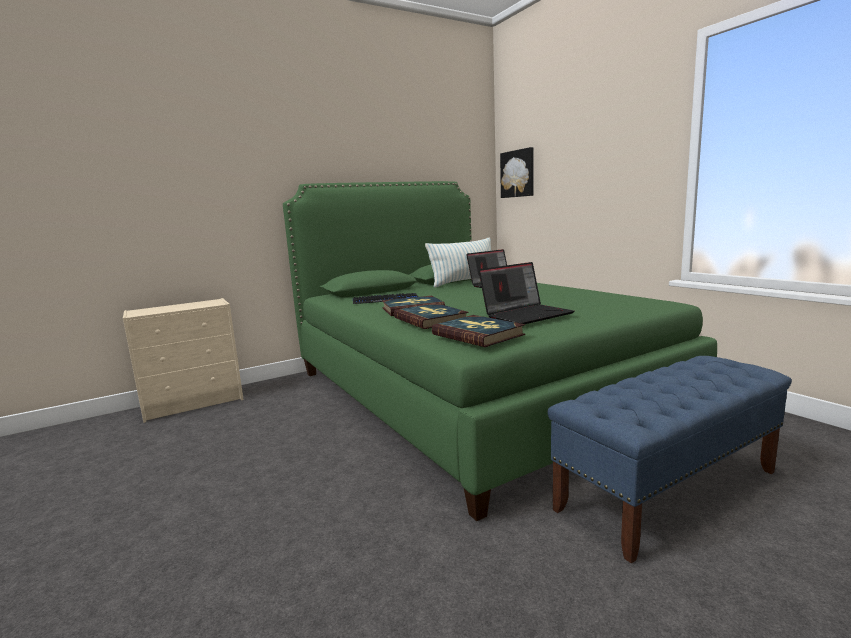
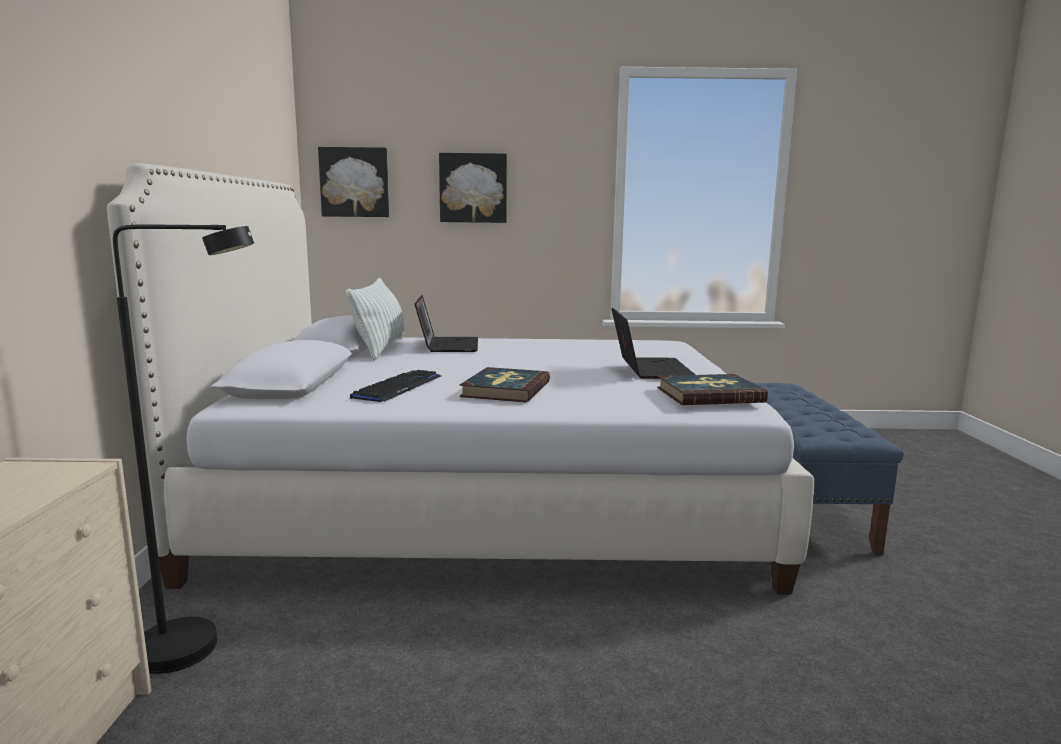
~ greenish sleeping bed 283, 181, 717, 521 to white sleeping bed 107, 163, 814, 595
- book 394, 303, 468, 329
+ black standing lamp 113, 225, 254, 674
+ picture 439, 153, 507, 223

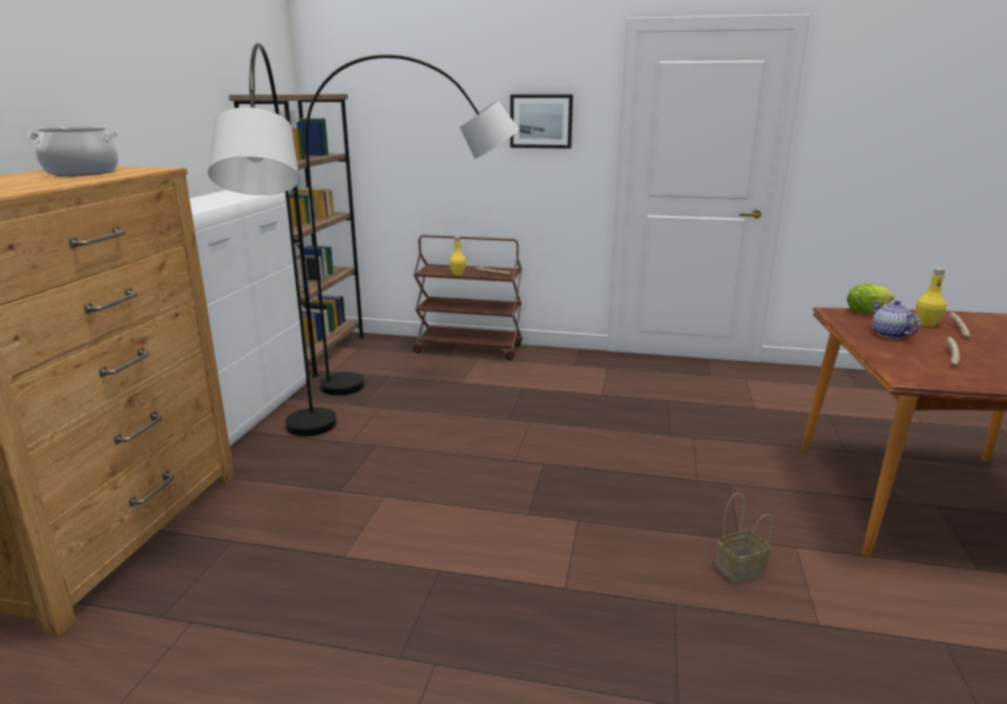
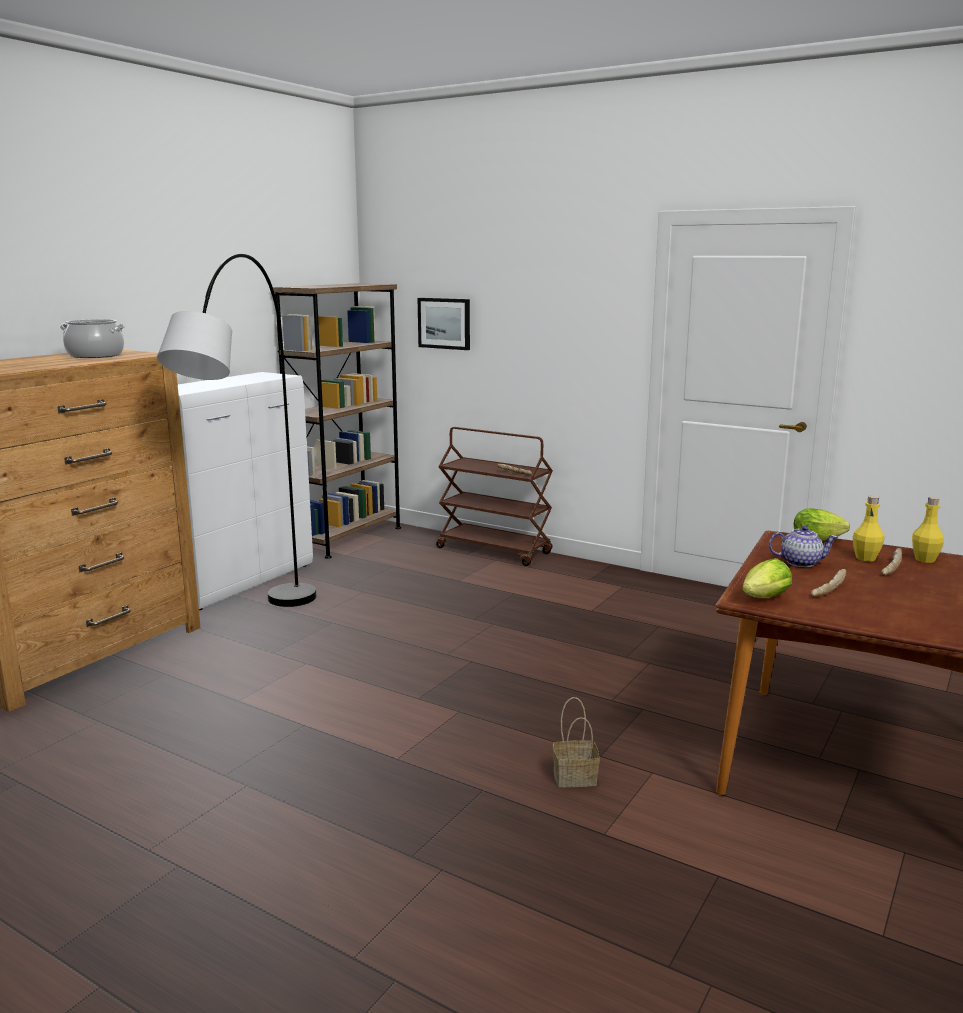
- gray standing lamp 305, 55, 520, 395
~ yellowish bottle 449, 236, 466, 275 to 912, 497, 944, 563
~ picture 510, 94, 573, 149 to 418, 298, 470, 350
~ teapot 872, 300, 920, 339 = 769, 526, 838, 567 90 degrees clockwise
+ lettuce head 742, 558, 792, 598

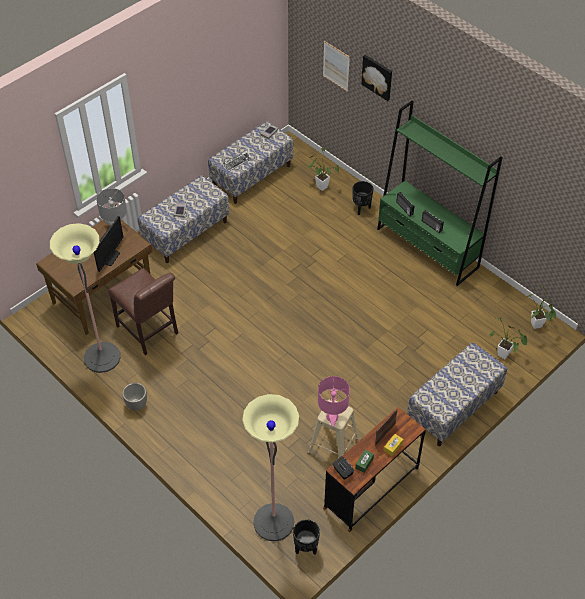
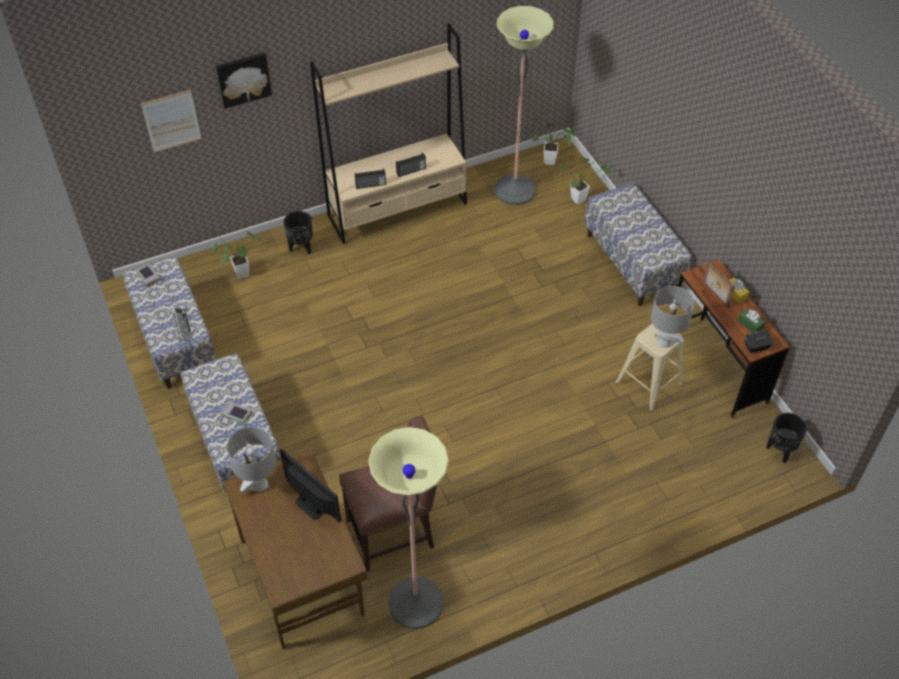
- planter 122, 383, 147, 411
~ standing lamp 242, 394, 299, 541 to 494, 6, 554, 205
~ pinkish tabletop lamp 318, 376, 350, 427 to gray tabletop lamp 651, 286, 695, 348
~ greenish bookshelf 377, 100, 503, 286 to beige bookshelf 310, 23, 467, 244

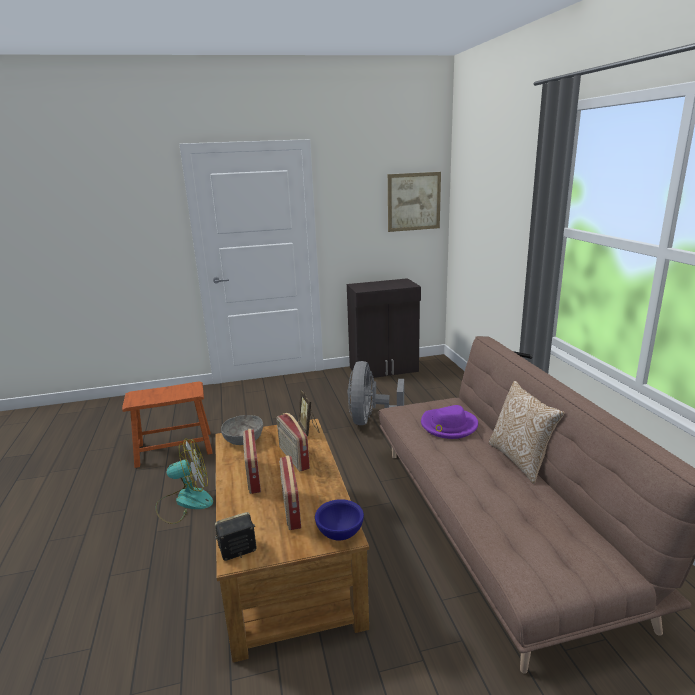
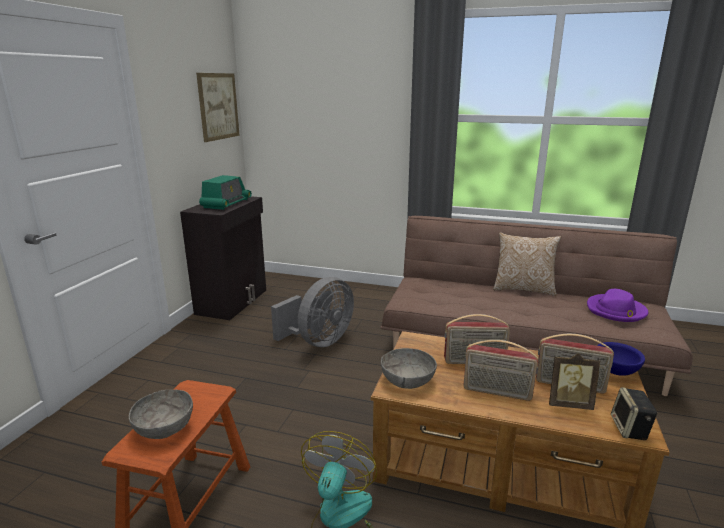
~ photo frame 298, 390, 320, 436 to 549, 353, 600, 410
~ gray electric fan 348, 361, 404, 425 = 271, 277, 354, 347 90 degrees counterclockwise
~ purplish wearable hat 421, 405, 478, 439 to 587, 289, 649, 322
+ gray bowl 129, 390, 193, 439
+ radio set 199, 175, 252, 210

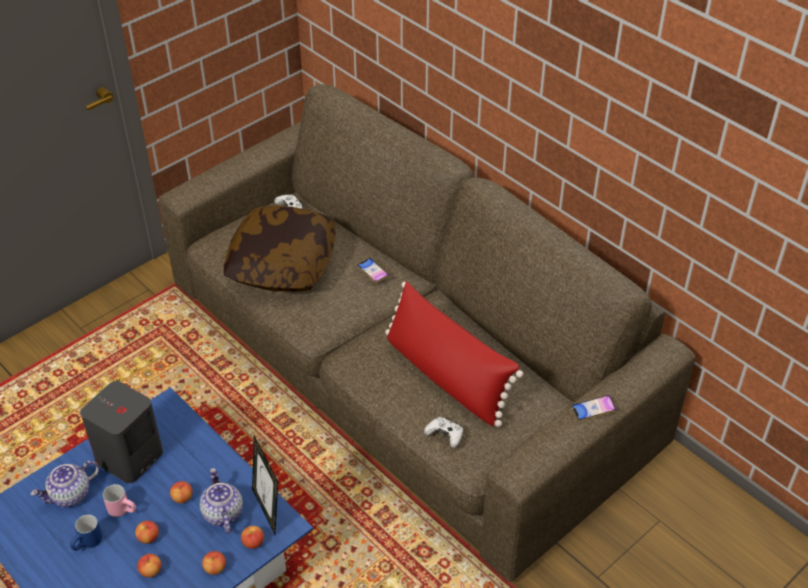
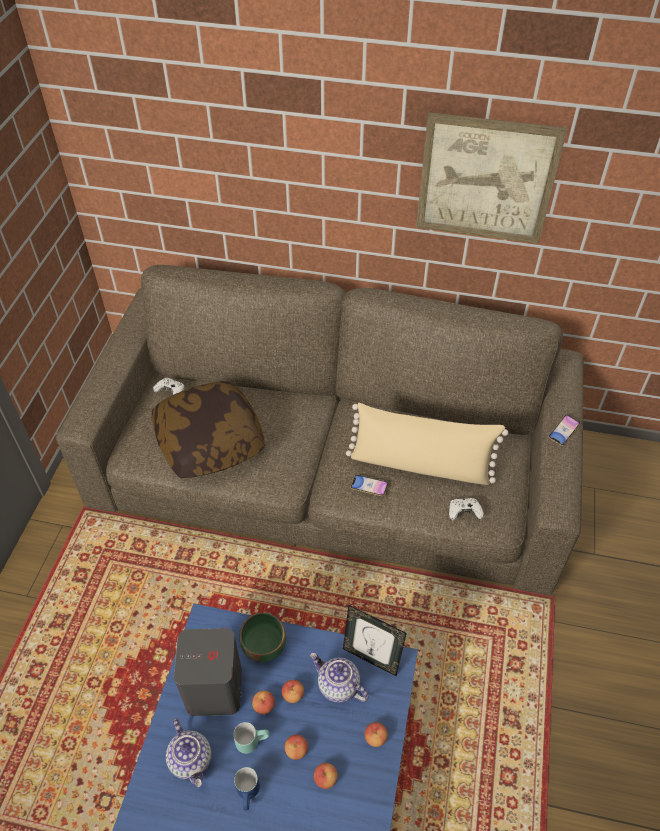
~ teapot 30, 460, 99, 507 = 166, 718, 212, 787 45 degrees counterclockwise
~ pinkish tea mug 103, 484, 136, 517 to blue-green tea mug 233, 722, 269, 754
~ whole apple 241, 526, 264, 549 to 252, 690, 275, 714
~ handset 357, 258, 389, 283 to 351, 474, 389, 497
~ reddish throw pillow 385, 281, 523, 427 to beige throw pillow 346, 403, 508, 485
+ greenish bowl 239, 612, 286, 662
+ picture 416, 112, 567, 244

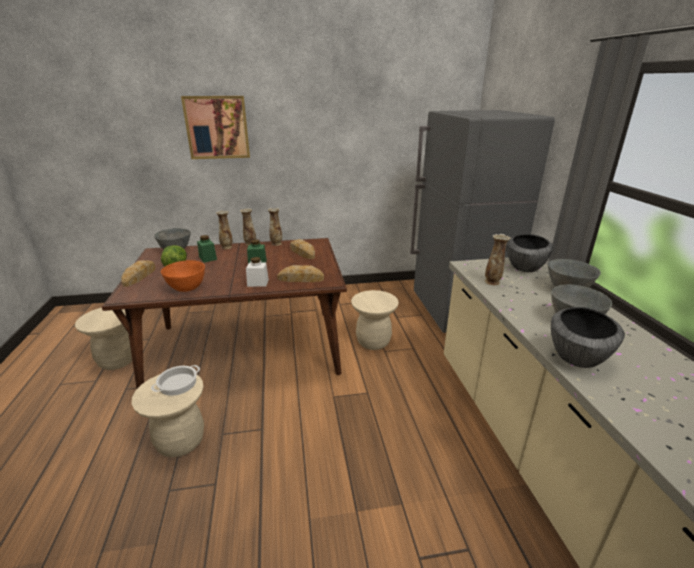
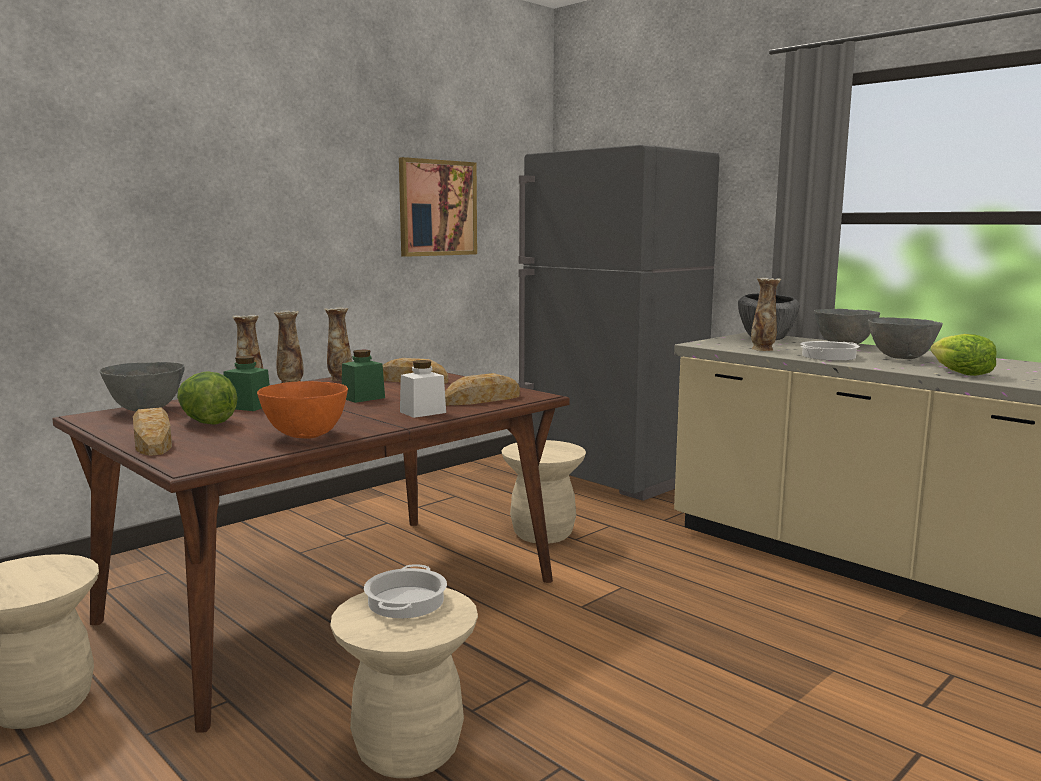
~ picture 181, 96, 250, 159 to 399, 157, 477, 257
~ bowl 551, 307, 625, 368 to lettuce head 931, 334, 997, 376
+ cooking pot 800, 341, 860, 361

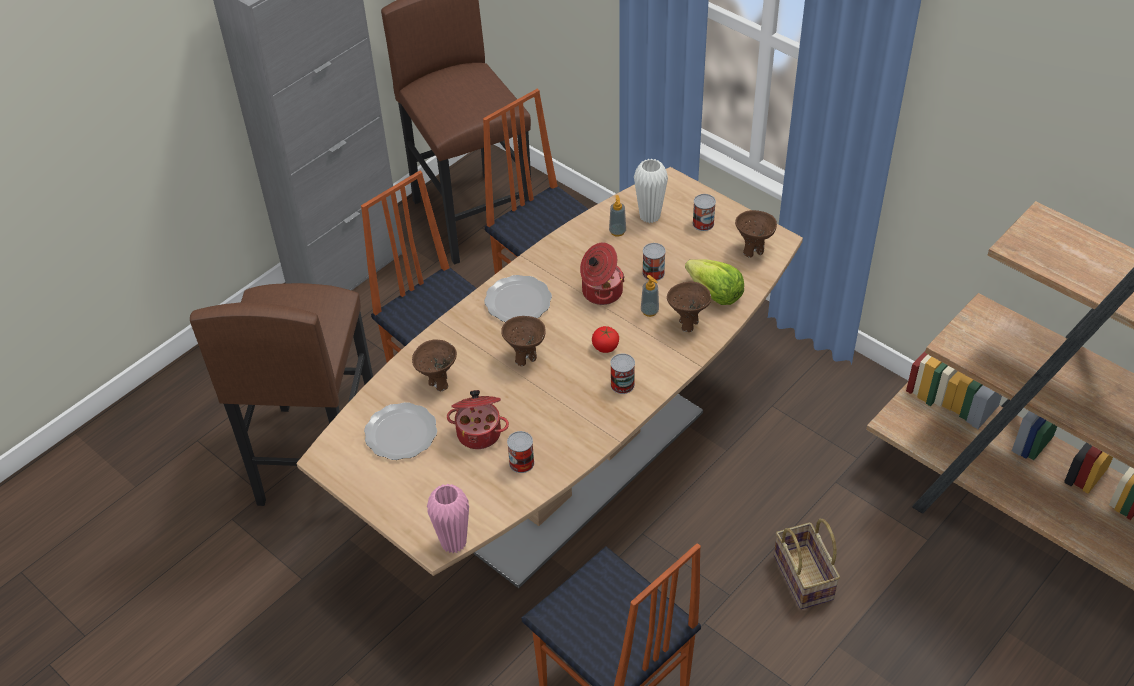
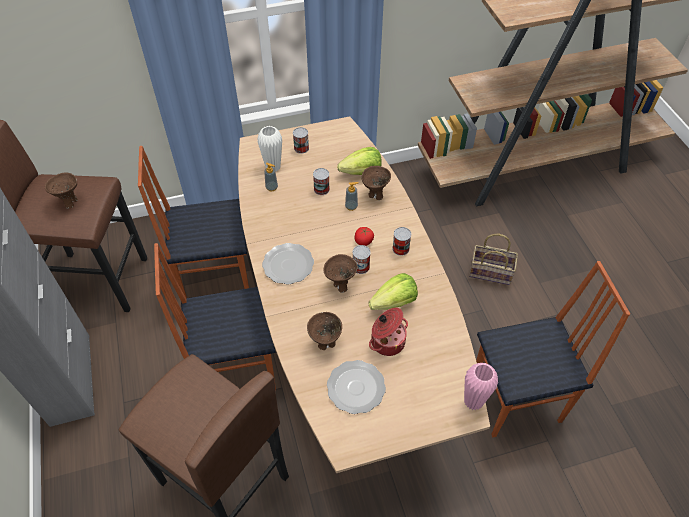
~ metal can 507, 431, 534, 473 to 353, 245, 371, 274
- cooking pot 580, 243, 625, 305
~ brown bowl 735, 210, 777, 258 to 45, 172, 78, 208
+ lettuce head 368, 273, 418, 310

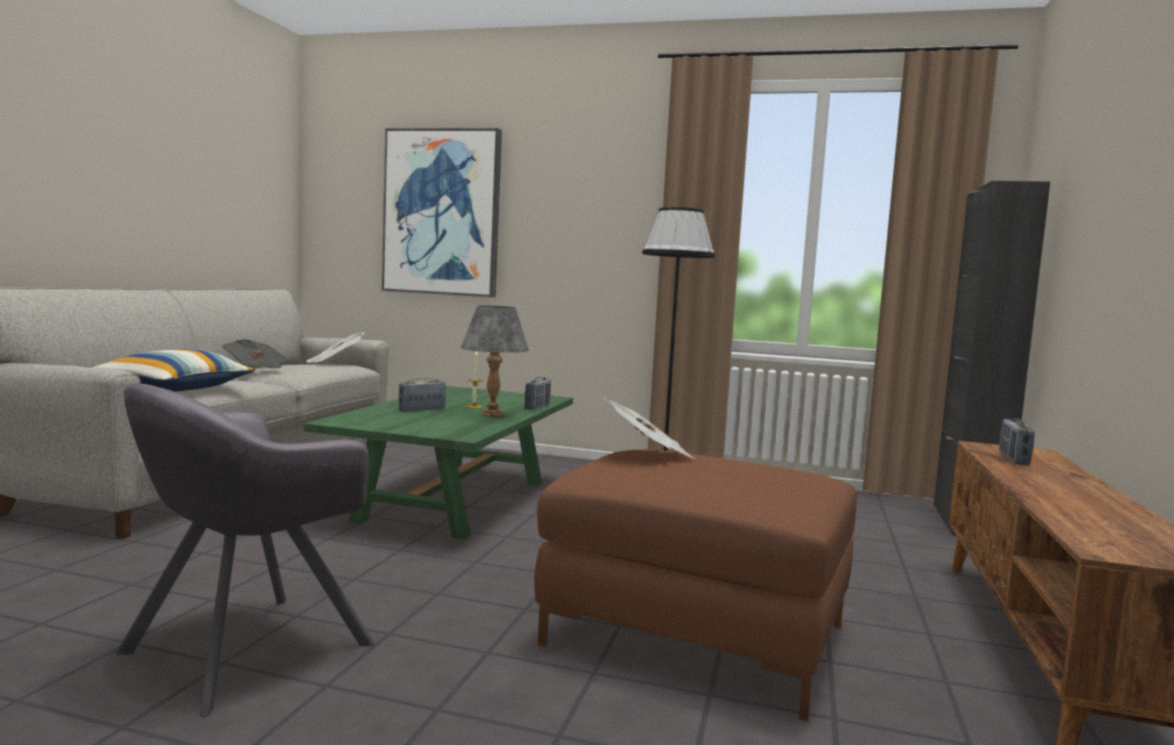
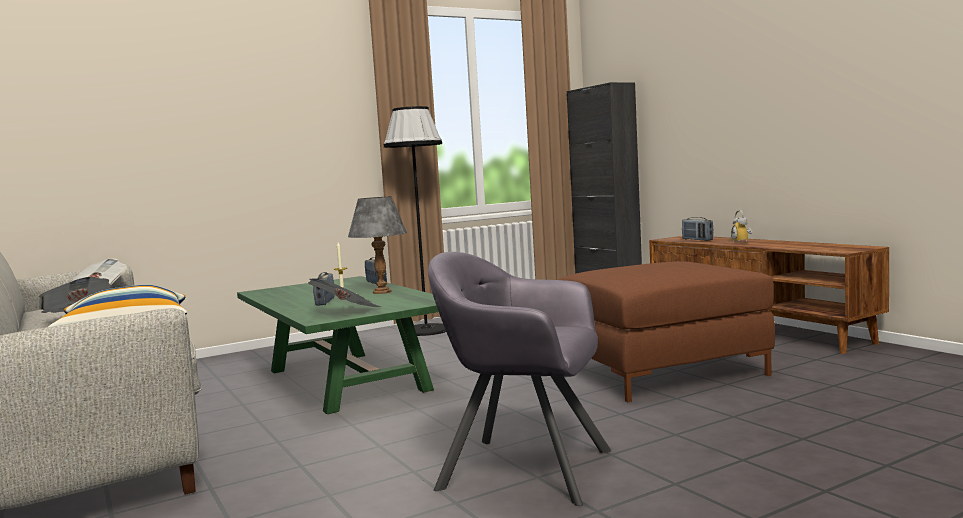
~ gray armchair 116, 384, 375, 717 = 428, 252, 611, 506 120 degrees clockwise
- picture 382, 128, 502, 297
~ printed paper 604, 398, 697, 460 to 308, 279, 382, 307
+ bedside clock 731, 210, 752, 242

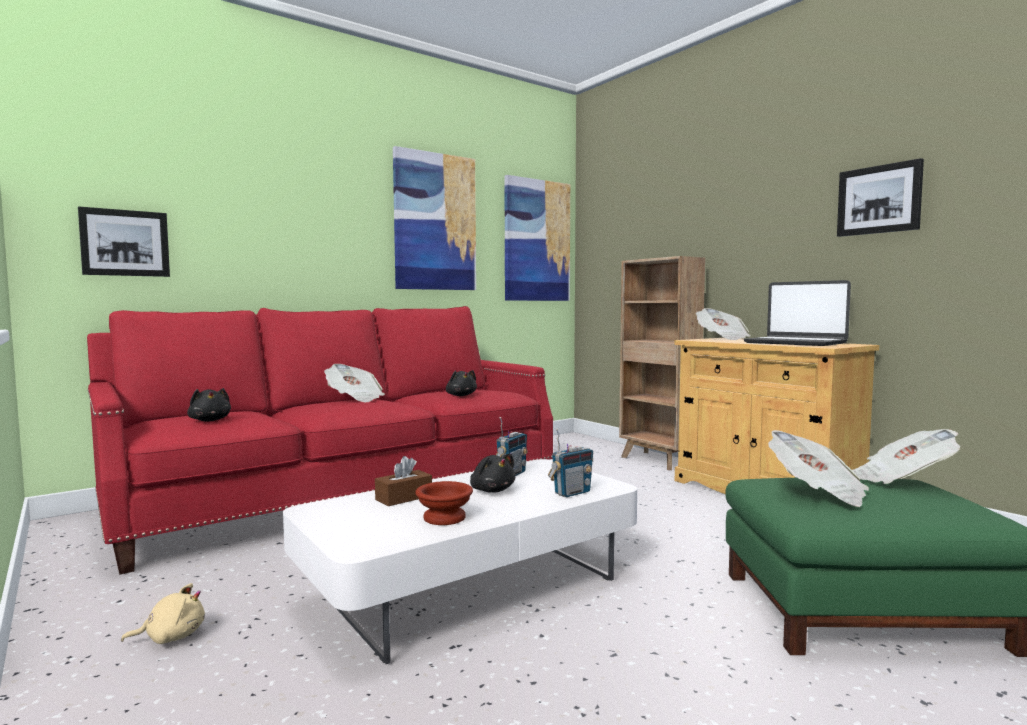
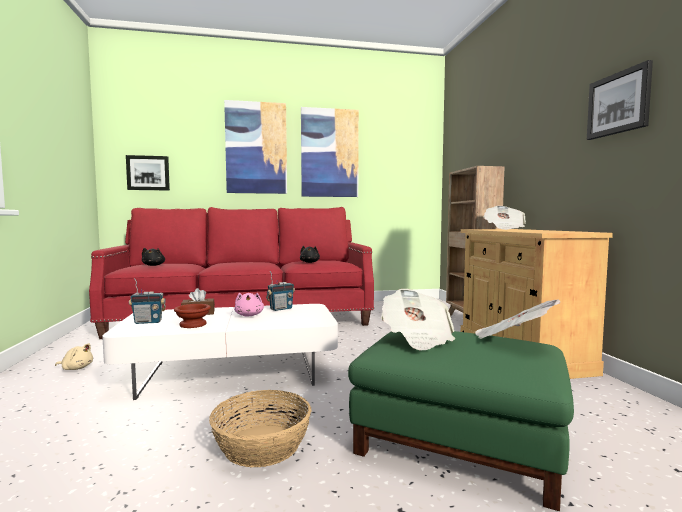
- printed paper 324, 364, 385, 402
~ black cuddly toy 470, 453, 515, 493 to pinkish cuddly toy 234, 293, 264, 316
~ picture 504, 175, 570, 301 to 224, 100, 287, 194
~ radio set 548, 429, 593, 497 to 129, 278, 166, 324
- portable computer 744, 280, 851, 346
+ basket 209, 390, 312, 467

